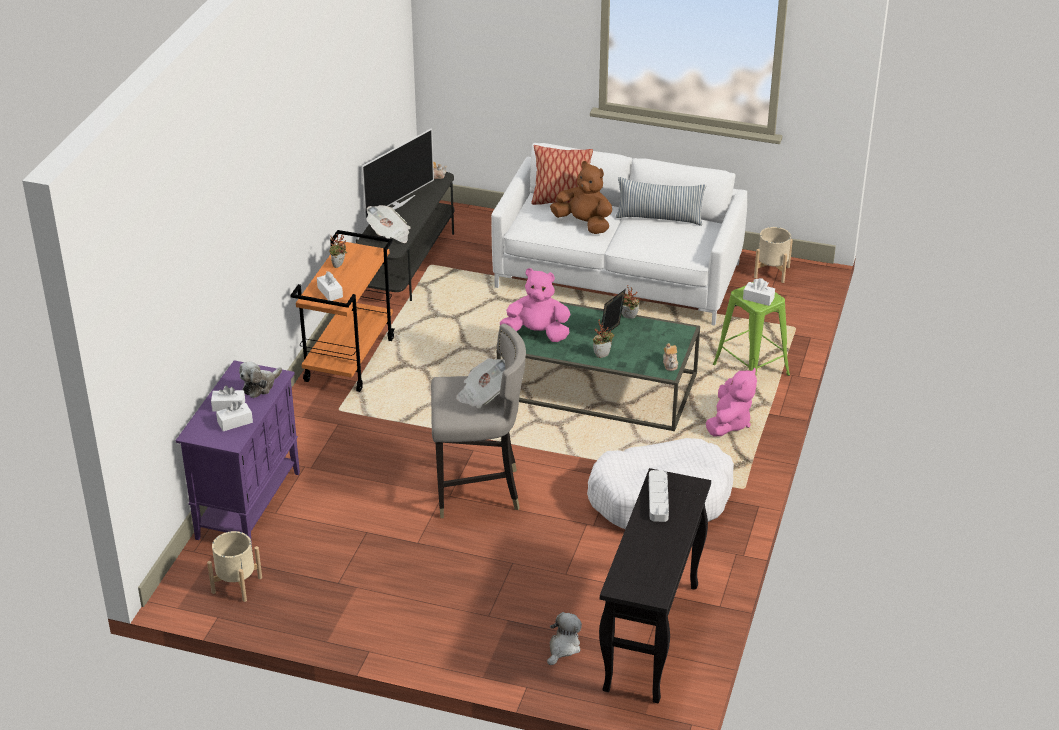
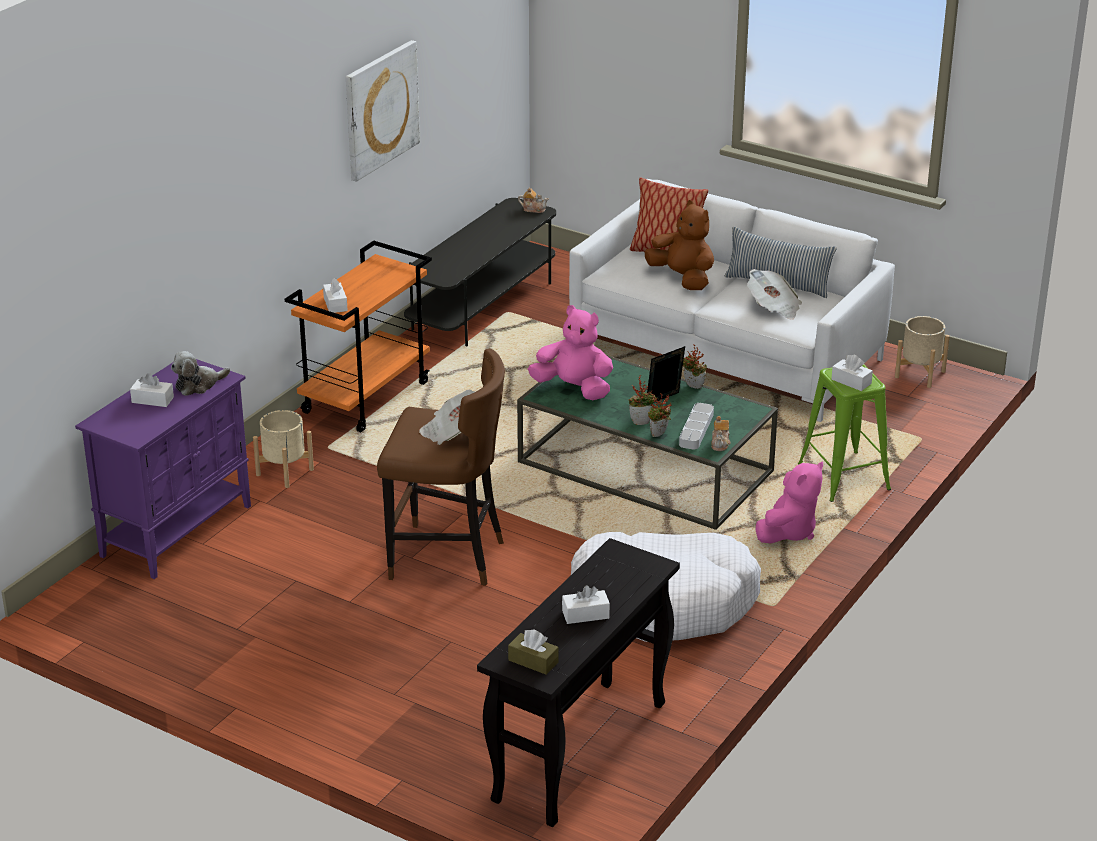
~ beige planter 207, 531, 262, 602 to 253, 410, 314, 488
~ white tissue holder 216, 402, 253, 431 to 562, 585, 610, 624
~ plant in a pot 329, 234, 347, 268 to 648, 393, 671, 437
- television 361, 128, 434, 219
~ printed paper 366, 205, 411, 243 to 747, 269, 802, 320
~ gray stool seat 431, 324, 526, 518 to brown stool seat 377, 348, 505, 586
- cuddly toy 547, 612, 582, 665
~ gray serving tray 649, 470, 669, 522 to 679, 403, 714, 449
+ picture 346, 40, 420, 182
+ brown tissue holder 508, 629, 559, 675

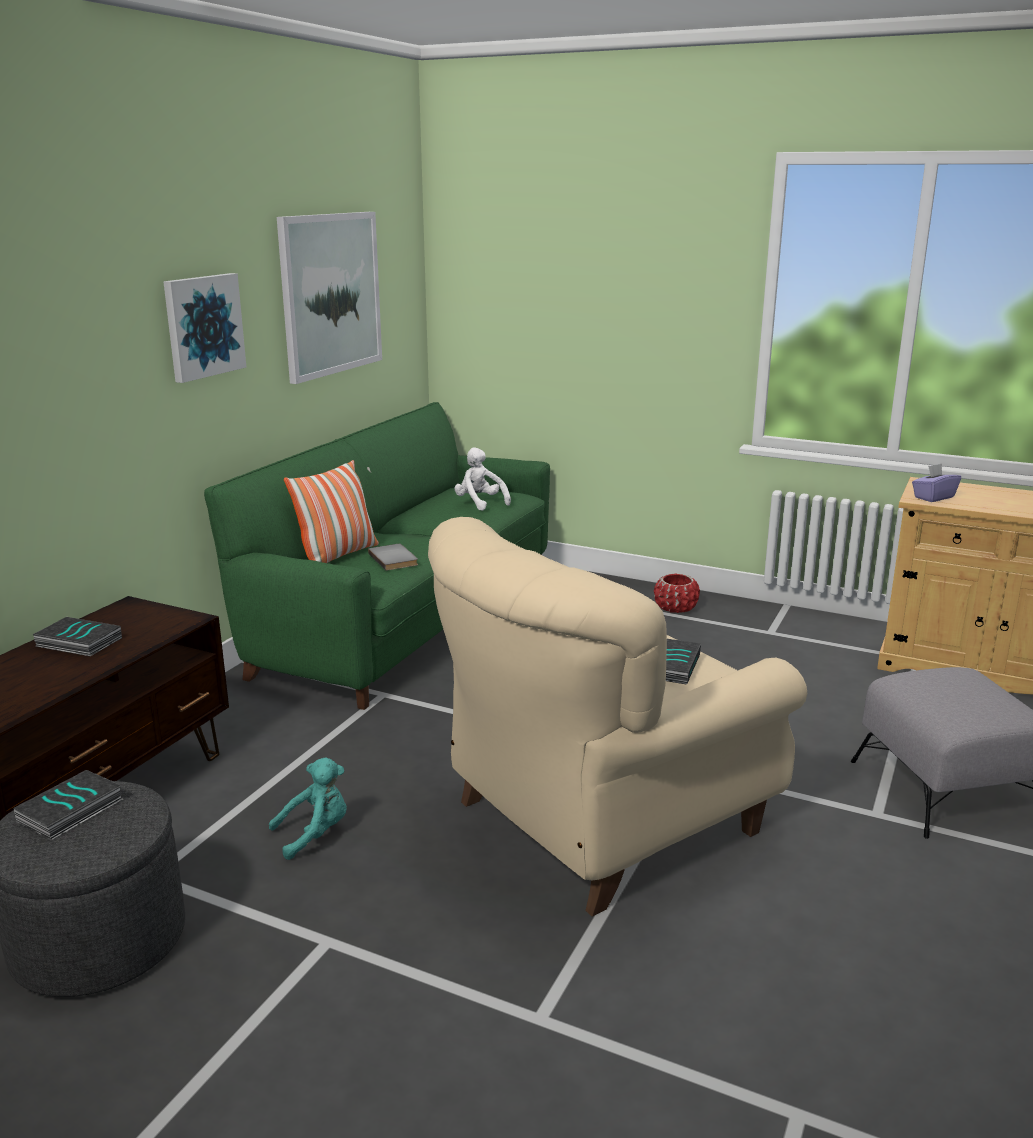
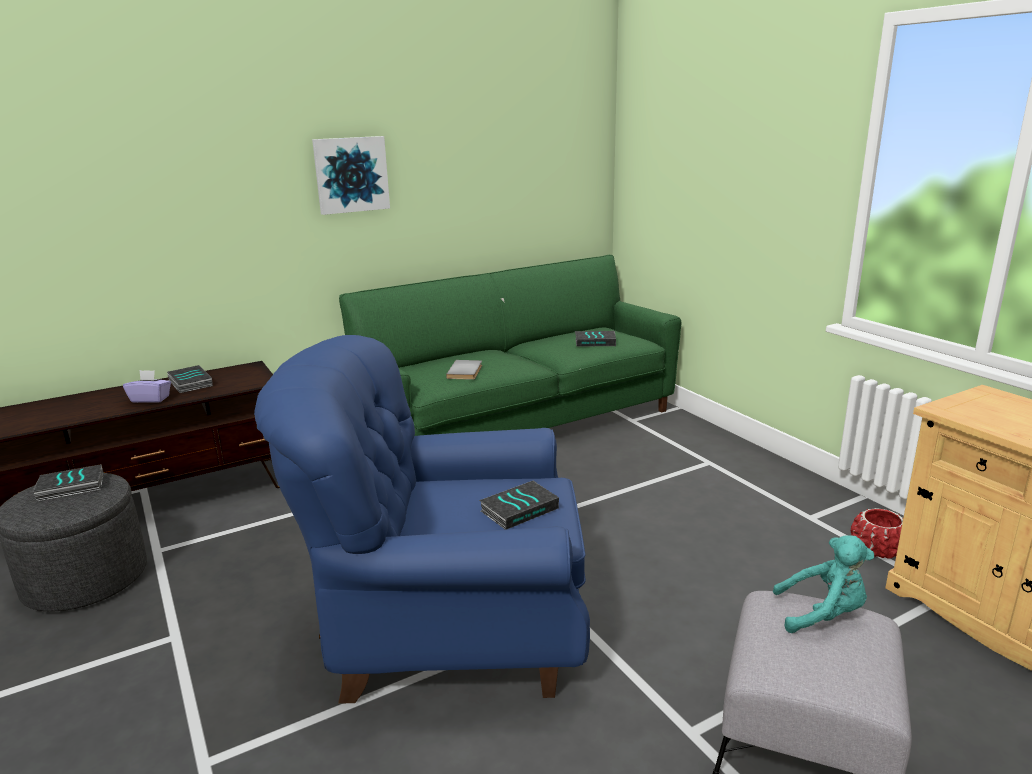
~ blue-green cuddly toy 269, 758, 347, 860 to 773, 535, 874, 633
- picture 277, 212, 382, 384
- throw pillow 284, 460, 379, 563
~ beige armchair 428, 517, 807, 917 to bluish armchair 254, 335, 590, 704
~ white cuddly toy 454, 447, 511, 511 to book 575, 331, 616, 347
~ reddish planter 654, 573, 700, 613 to 851, 508, 903, 559
~ purplish tissue holder 912, 463, 961, 502 to 123, 370, 171, 403

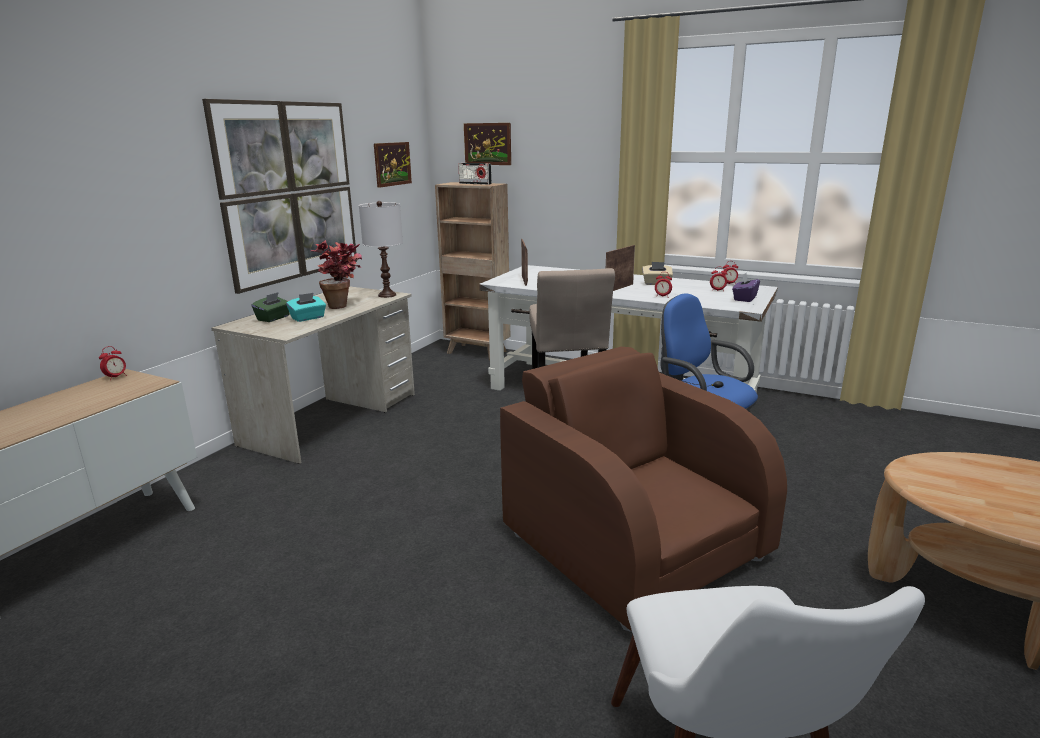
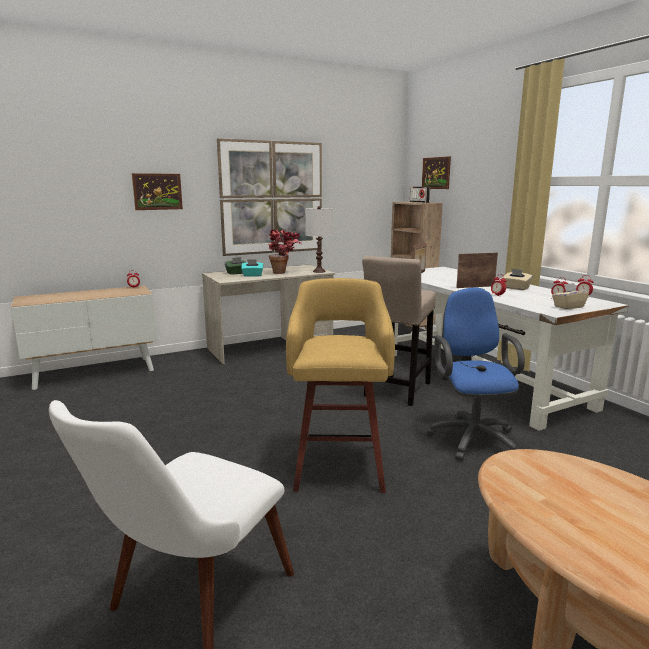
~ picture 374, 142, 412, 188 to 132, 173, 183, 210
~ brown armchair 500, 347, 787, 632 to yellowish stool seat 286, 278, 395, 493
~ purplish tissue holder 732, 273, 760, 302 to beige tissue holder 552, 283, 589, 309

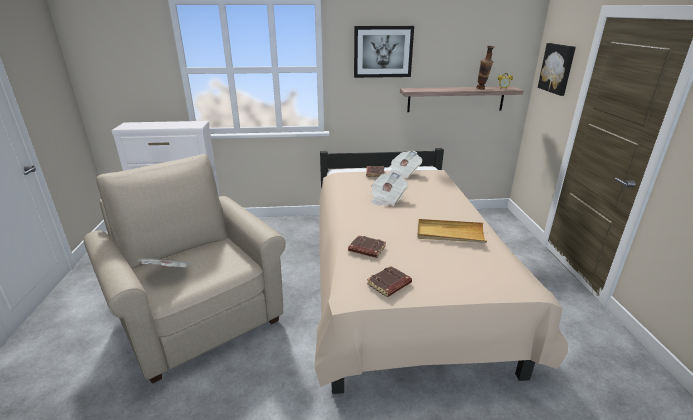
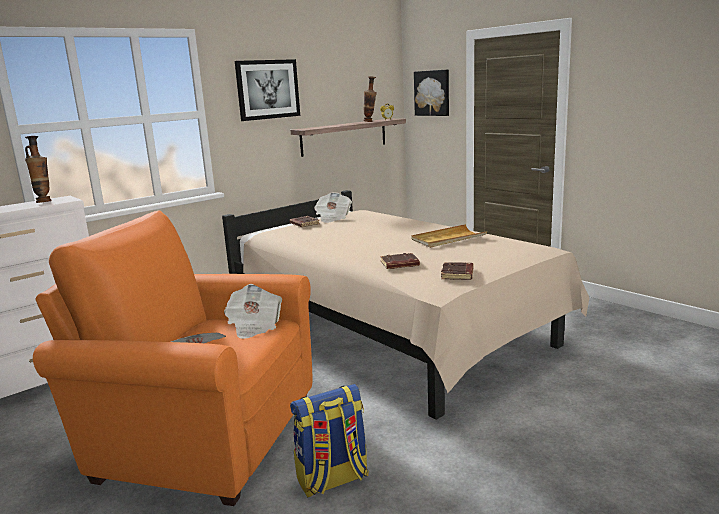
~ beige armchair 84, 154, 286, 384 to orange armchair 33, 210, 313, 506
~ printed paper 370, 172, 408, 206 to 224, 284, 282, 339
+ flower vase 25, 136, 52, 203
+ knapsack 290, 384, 369, 497

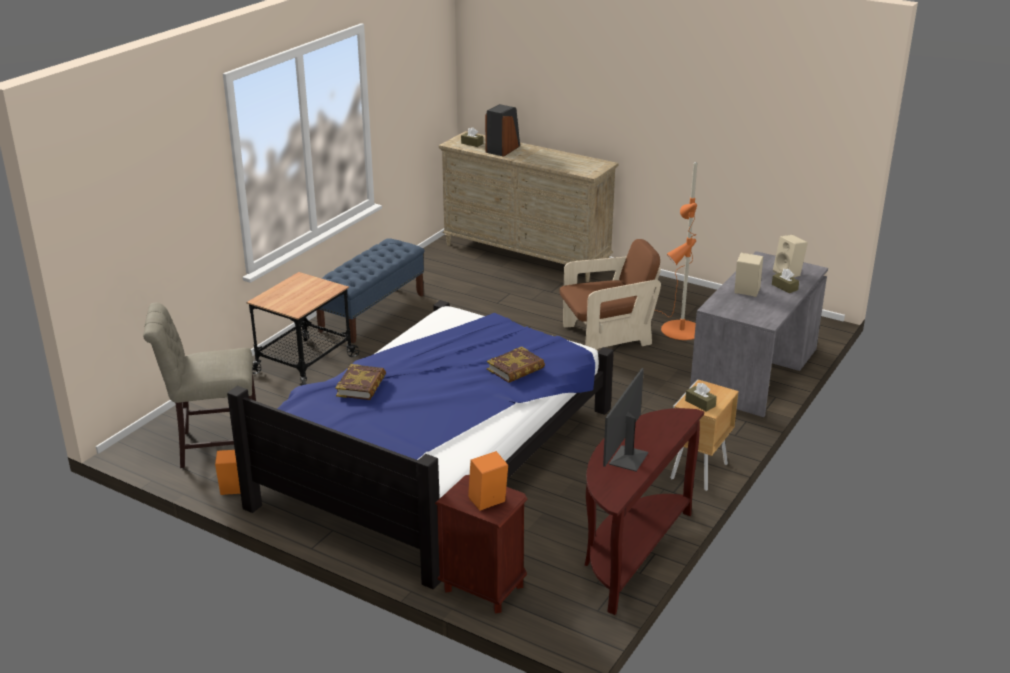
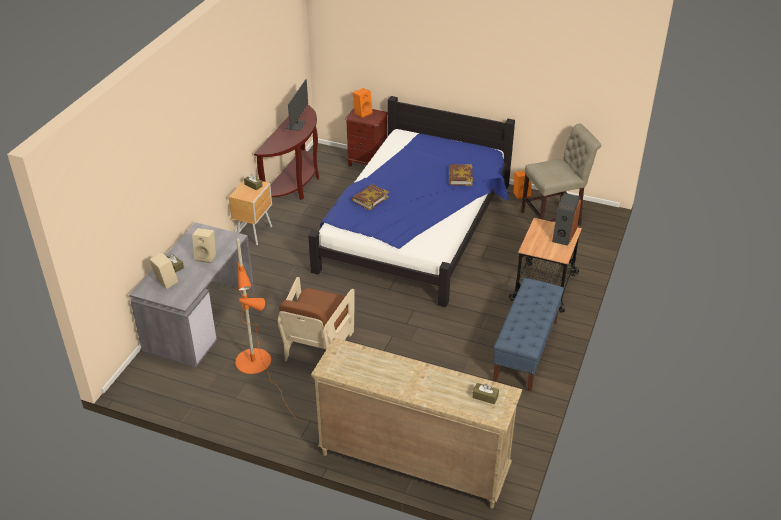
~ loudspeaker 485, 104, 520, 157 to 552, 193, 581, 246
~ brown armchair 560, 239, 661, 350 = 278, 277, 354, 361 45 degrees counterclockwise

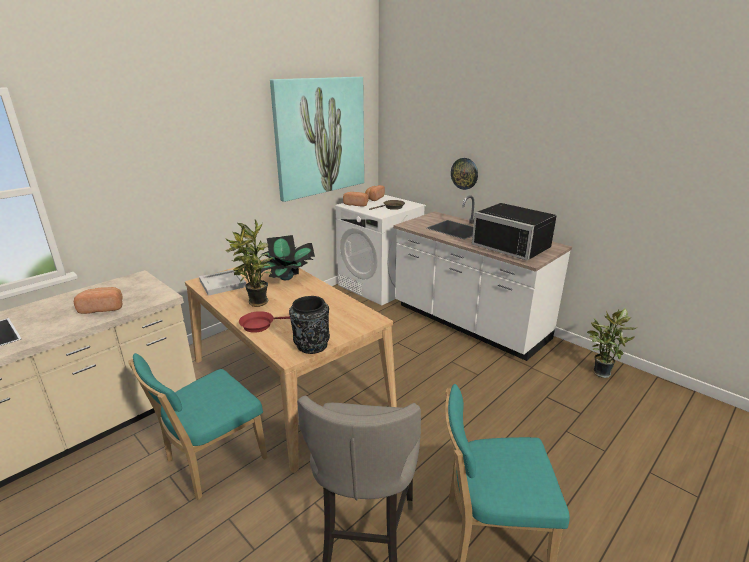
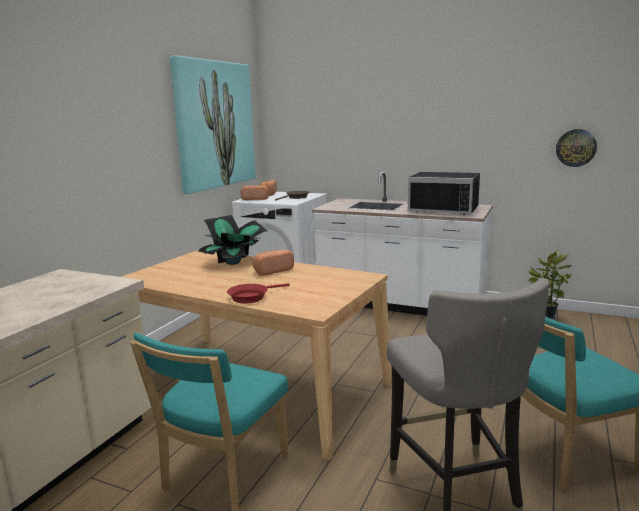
~ bakery bread 74, 287, 123, 314 to 252, 250, 294, 276
- white serving tray 199, 270, 246, 296
- plant in a pot 225, 219, 273, 307
- black flower vase 289, 296, 330, 354
~ hanging clock 451, 158, 478, 190 to 556, 129, 597, 167

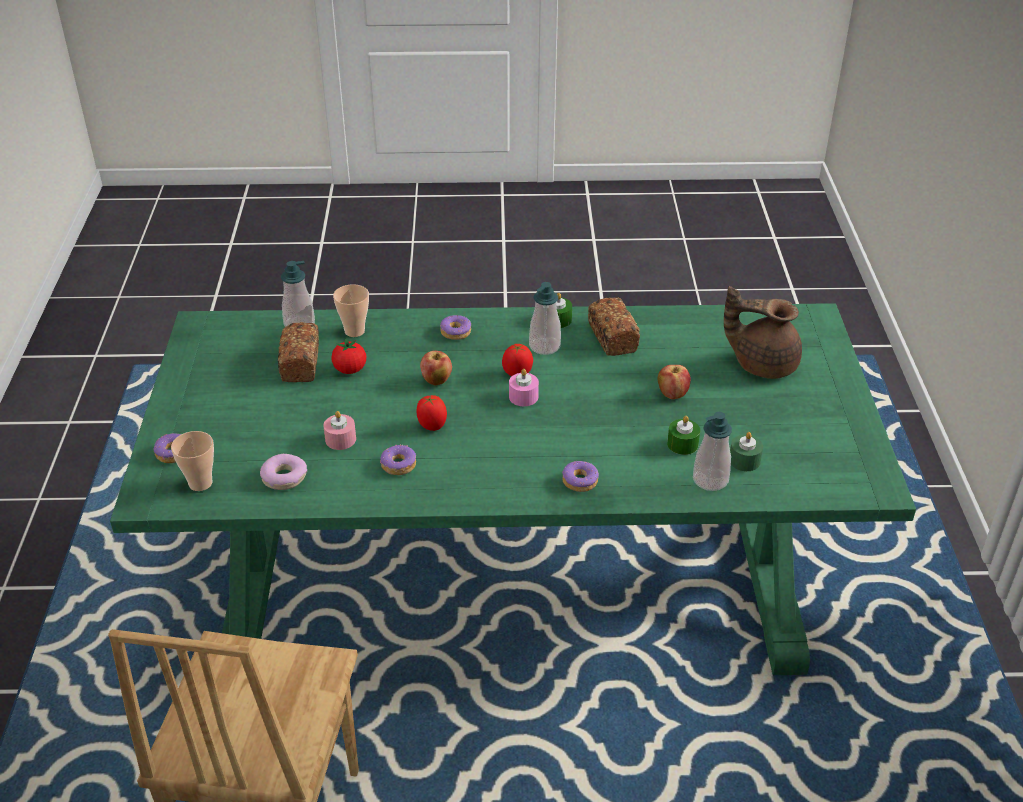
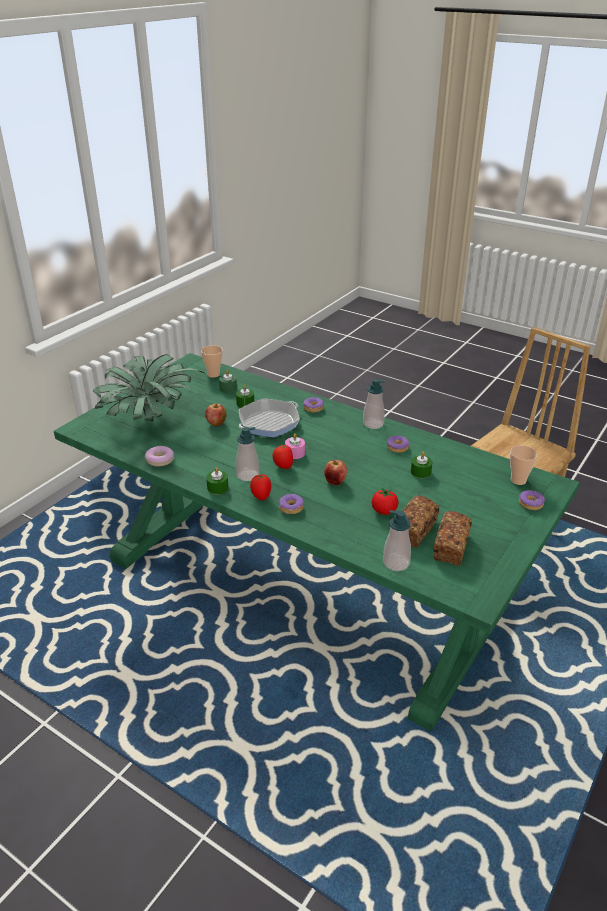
~ ring doughnut 260, 454, 307, 490 to 145, 446, 174, 467
~ pinkish wax candle 323, 411, 356, 450 to greenish wax candle 411, 452, 433, 478
~ small cup 333, 284, 369, 337 to 201, 345, 223, 378
~ fresh tomato 417, 395, 447, 431 to 250, 475, 271, 500
~ bakery bread 588, 297, 640, 356 to 433, 511, 472, 566
~ soap bottle 693, 412, 732, 491 to 363, 379, 385, 429
~ brown teapot 724, 286, 802, 379 to plant in a pot 93, 354, 204, 421
+ skillet 239, 398, 300, 438

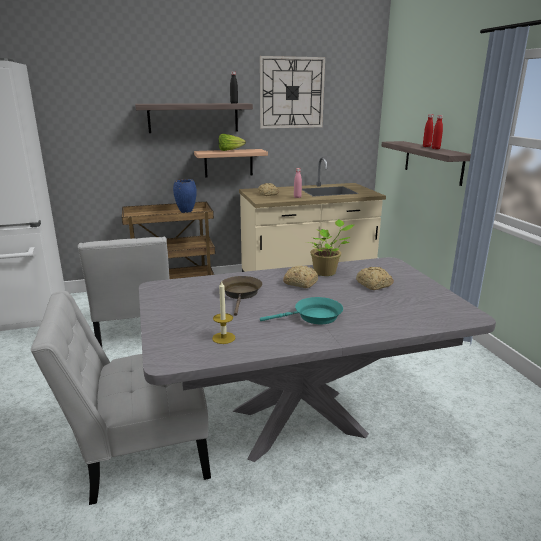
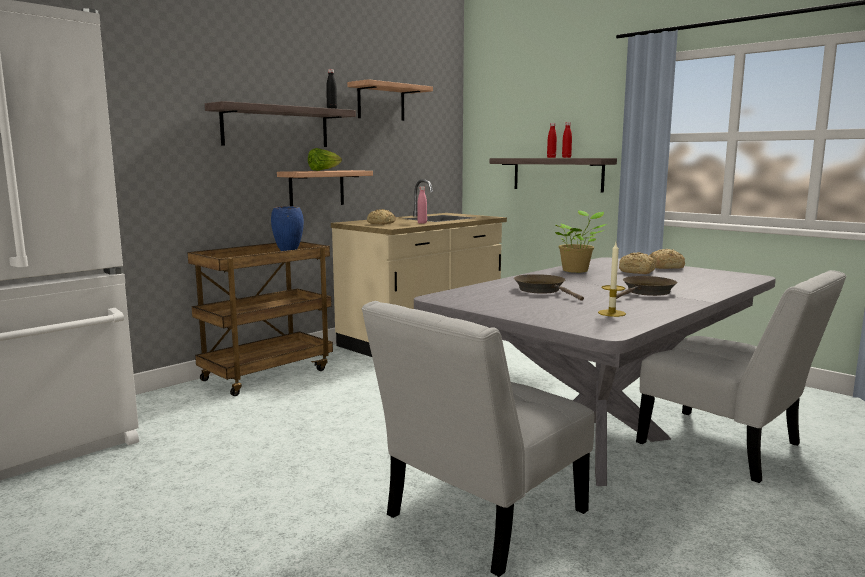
~ white plain chair 78, 237, 169, 349 to 636, 270, 847, 483
~ hanging clock 260, 56, 325, 128 to shelf 347, 79, 433, 121
~ blue-green skillet 260, 297, 343, 324 to brown skillet 616, 276, 678, 299
~ bakery bread 283, 266, 318, 288 to 649, 249, 685, 269

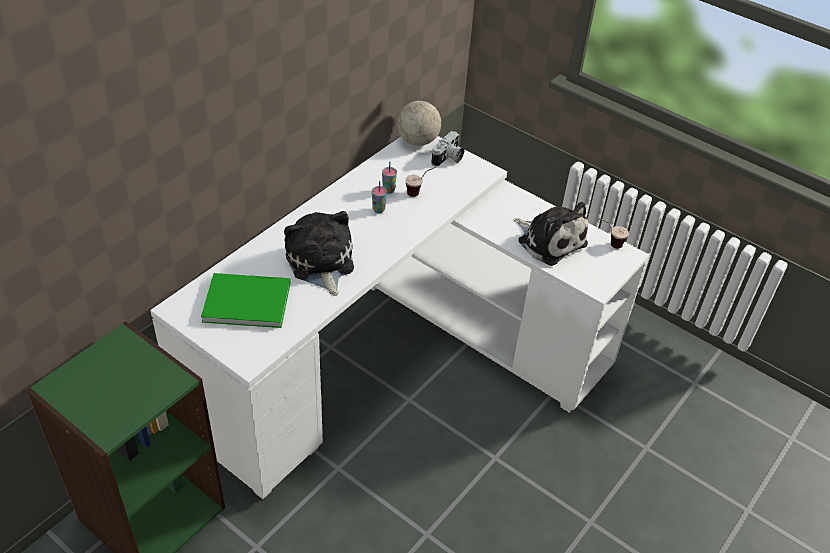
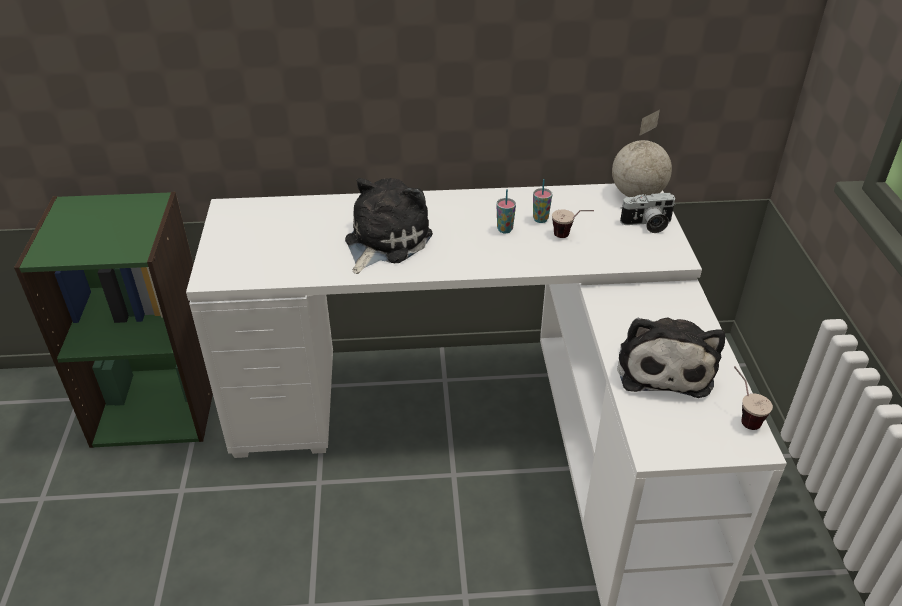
- greenish book 201, 273, 291, 328

